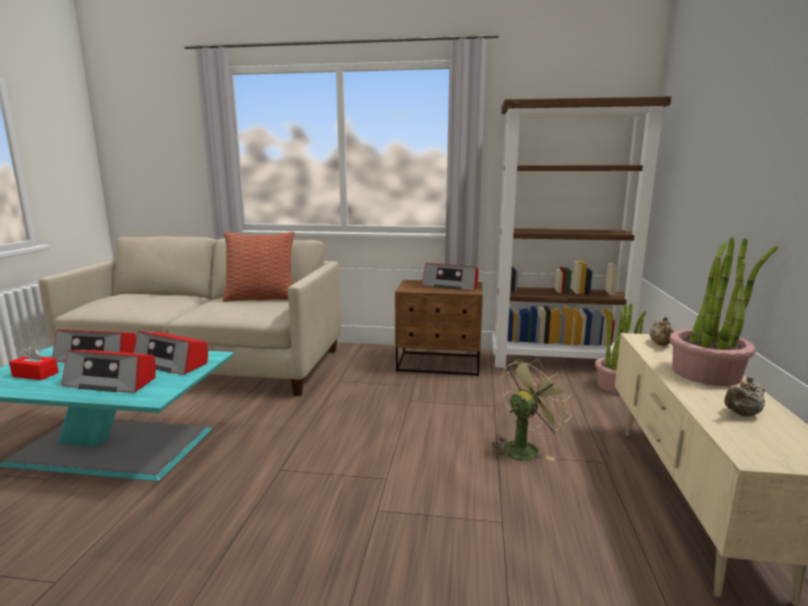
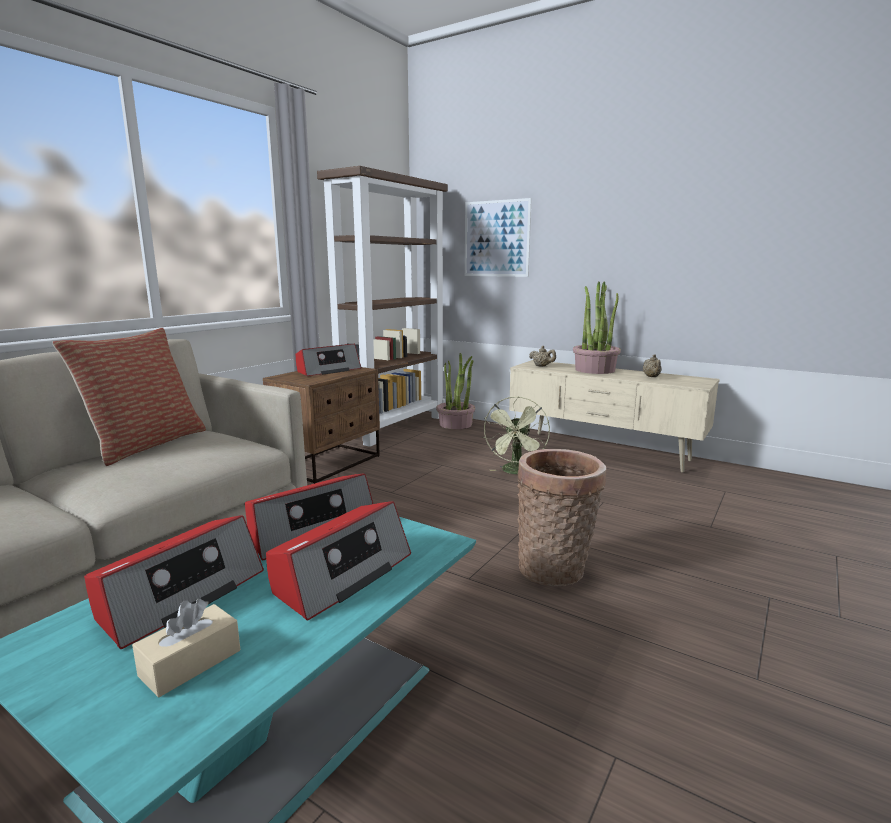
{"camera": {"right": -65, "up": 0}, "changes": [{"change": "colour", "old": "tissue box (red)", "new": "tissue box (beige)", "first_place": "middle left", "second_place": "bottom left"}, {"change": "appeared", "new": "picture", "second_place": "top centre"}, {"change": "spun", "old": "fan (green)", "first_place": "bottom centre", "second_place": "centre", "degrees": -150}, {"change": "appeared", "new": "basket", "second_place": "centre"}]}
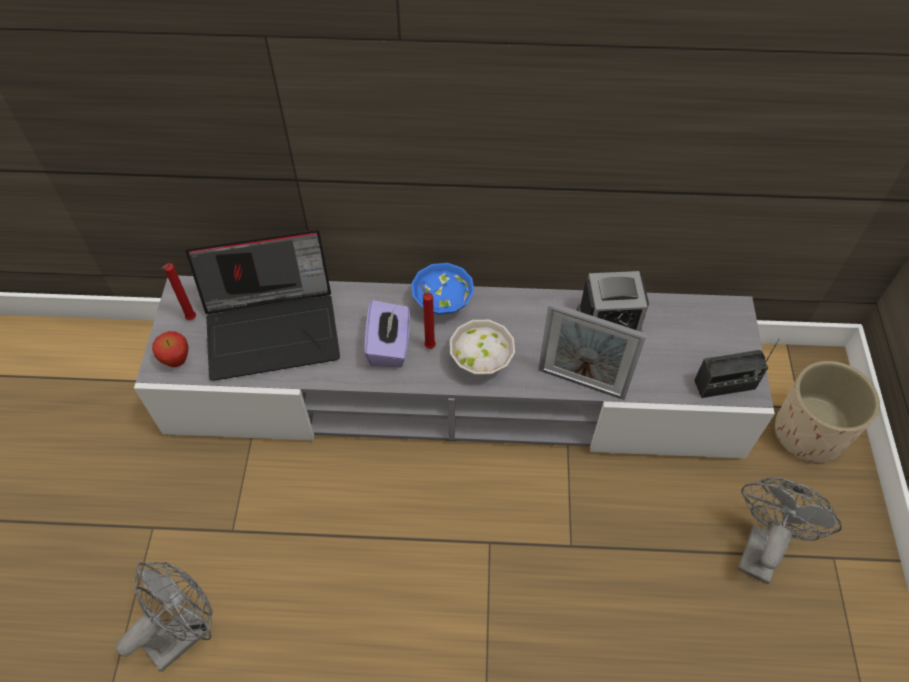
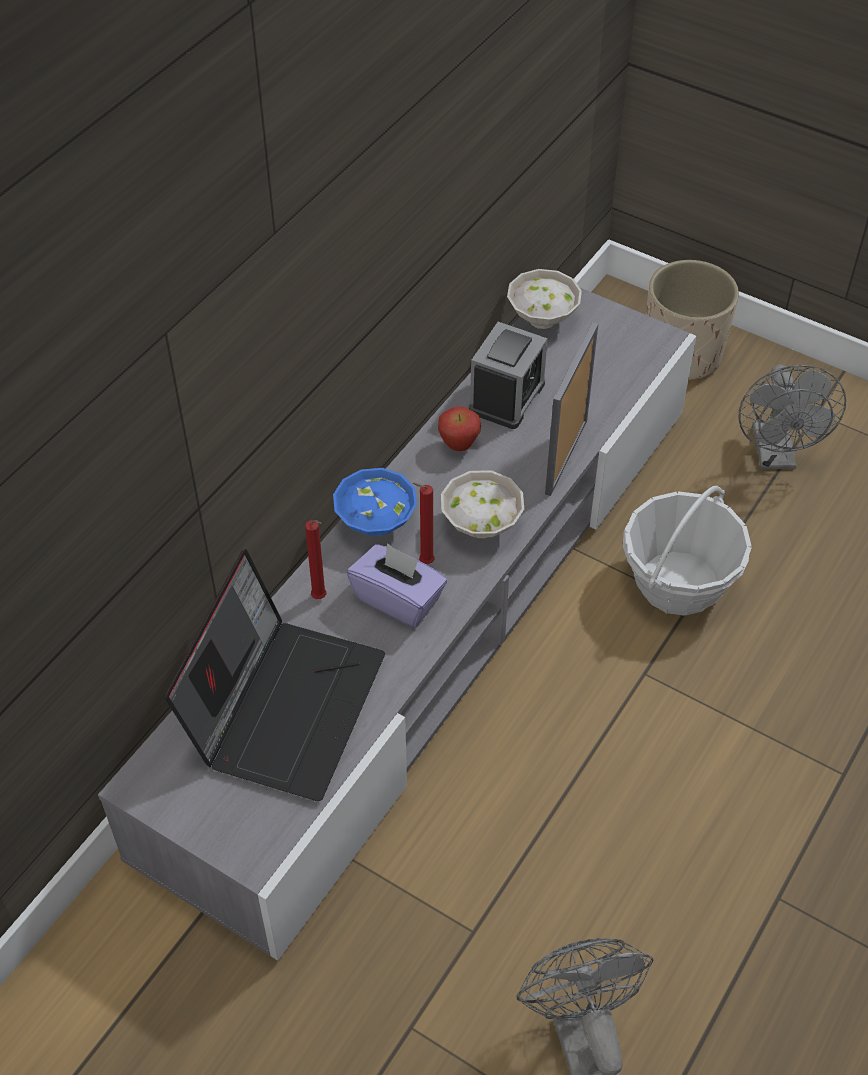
{"camera": {"right": -60, "up": -5}, "changes": [{"change": "relocated", "old": "candle (red) (no. 1 from left)", "first_place": "middle left", "second_place": "centre"}, {"change": "relocated", "old": "apple", "first_place": "middle left", "second_place": "centre"}, {"change": "appeared", "new": "bowl (white) (no. 2 from left)", "second_place": "top centre"}, {"change": "spun", "old": "picture frame", "first_place": "centre", "second_place": "centre", "degrees": 150}, {"change": "appeared", "new": "basket", "second_place": "middle right"}, {"change": "spun", "old": "fan (grey) (no. 2 from left)", "first_place": "bottom right", "second_place": "middle right", "degrees": -150}, {"change": "missing", "old": "radio", "first_place": "middle right"}]}
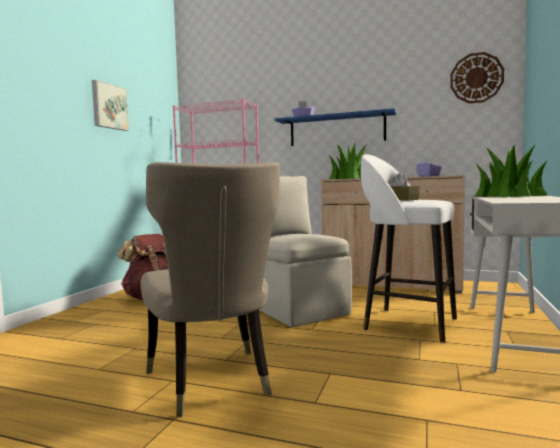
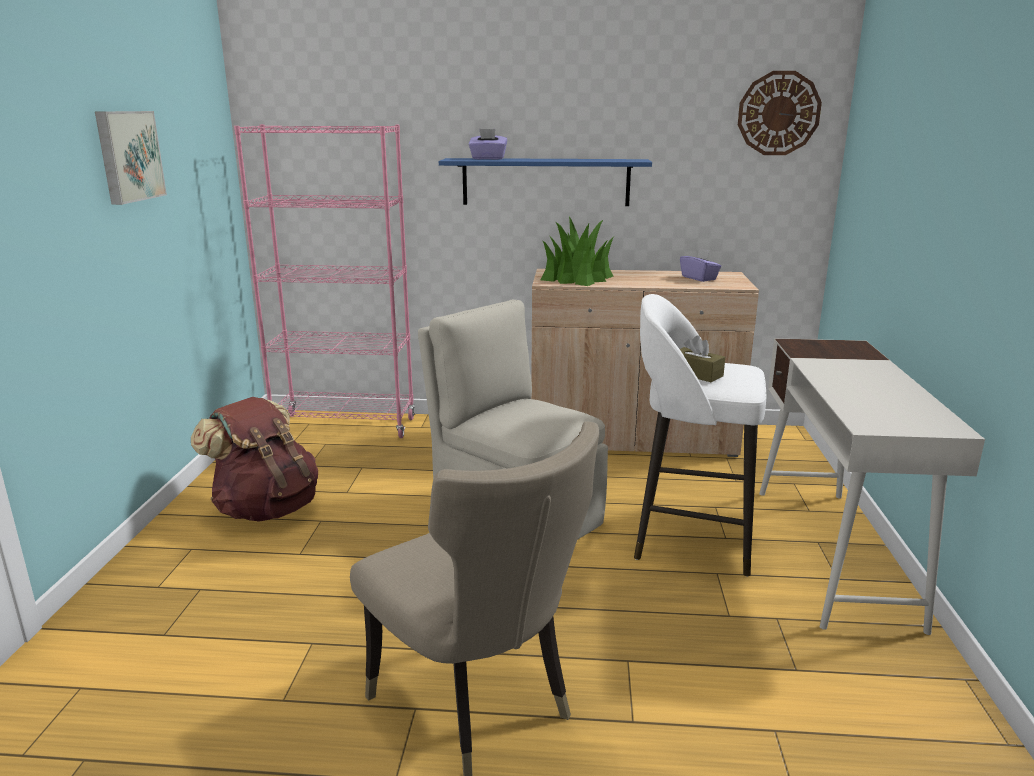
{"camera": {"right": -15, "up": 15}, "changes": [{"change": "missing", "old": "potted plant (no. 2 from left)", "first_place": "middle right"}]}
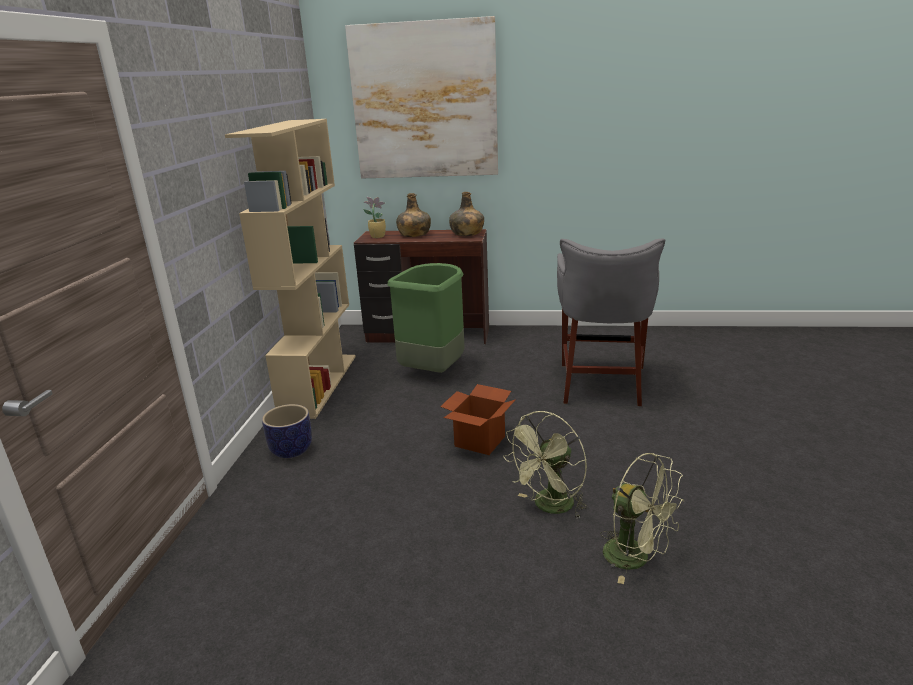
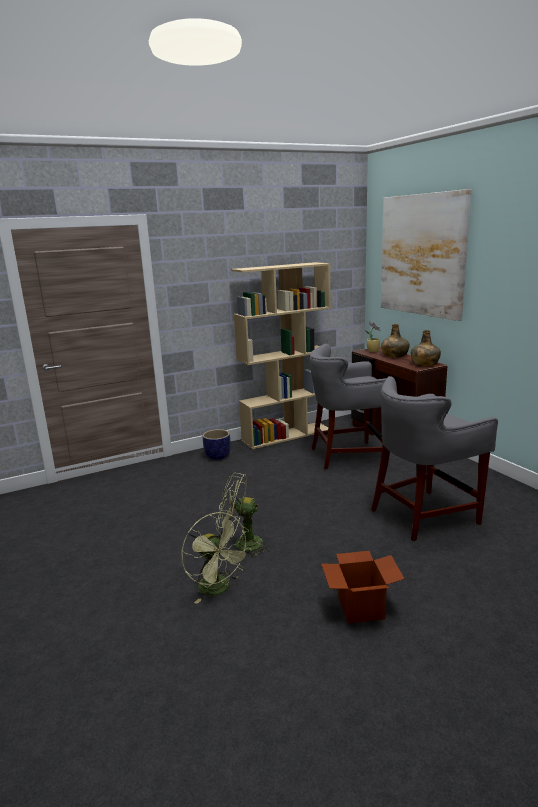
{"camera": {"right": 55, "up": -5}, "changes": [{"change": "spun", "old": "fan (green) (no. 2 from left in the first image)", "first_place": "bottom right", "second_place": "bottom centre", "degrees": -45}, {"change": "exchanged", "old": "trash can (green)", "new": "stool (grey) (no. 1 from left)", "first_place": "centre", "second_place": "centre"}, {"change": "relocated", "old": "cardboard box", "first_place": "centre", "second_place": "bottom right"}]}
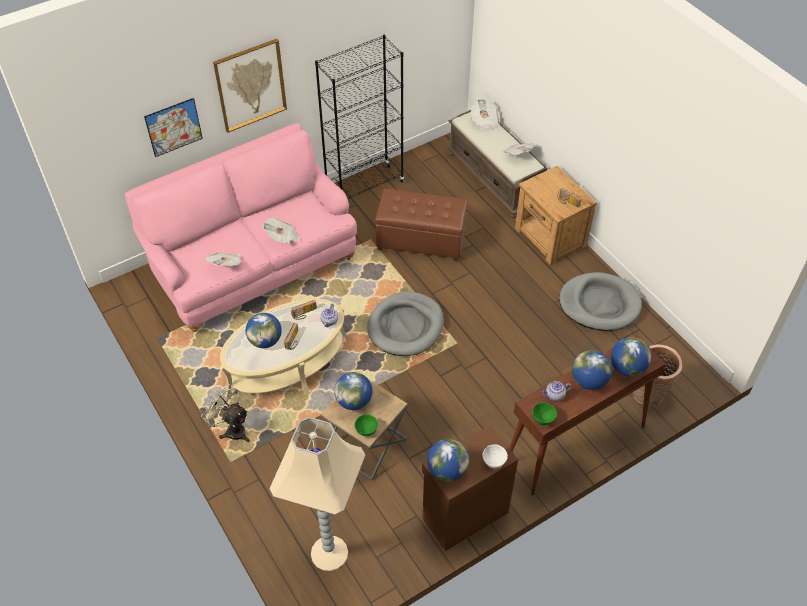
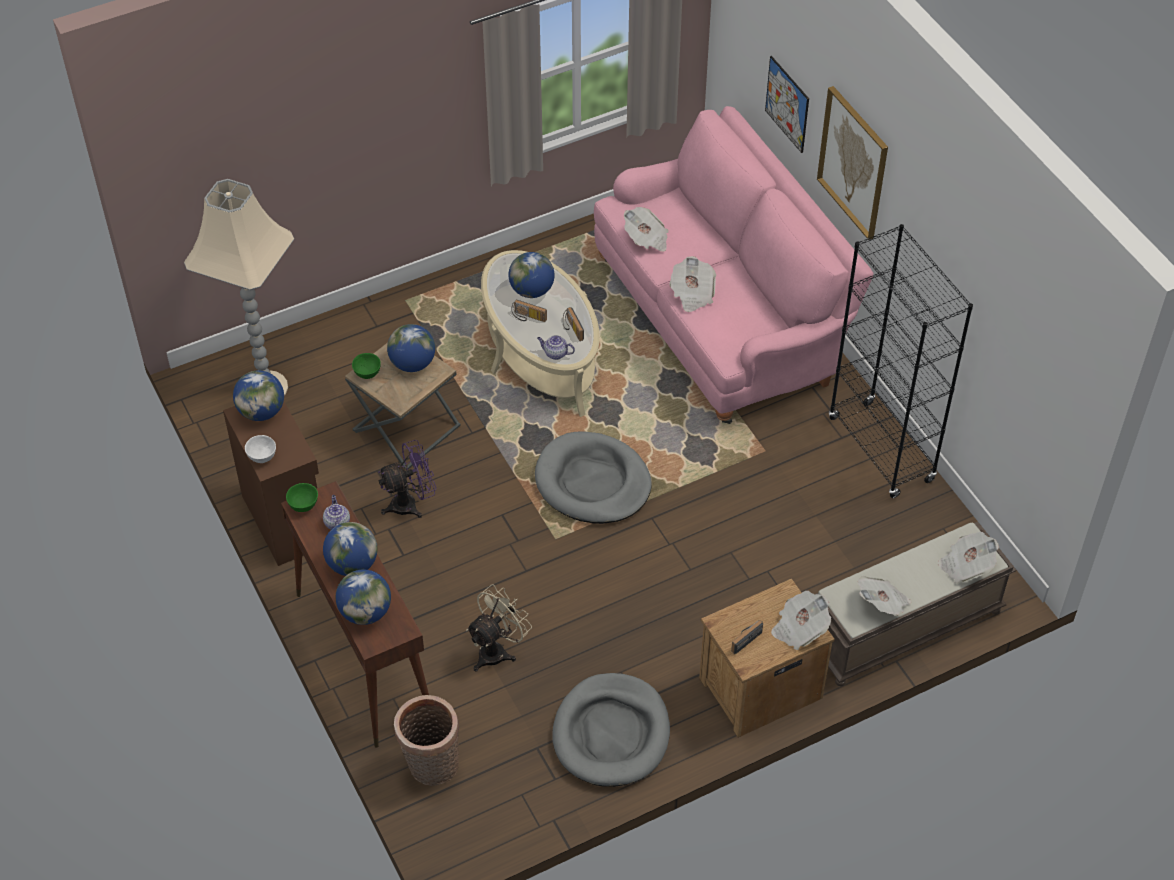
{"camera": {"right": 95, "up": 0}, "changes": [{"change": "appeared", "new": "fan (purple)", "second_place": "centre"}, {"change": "relocated", "old": "fan (beige)", "first_place": "bottom left", "second_place": "bottom centre"}, {"change": "appeared", "new": "newspaper (no. 3 from left)", "second_place": "bottom right"}, {"change": "missing", "old": "ottoman (brown)", "first_place": "centre"}]}
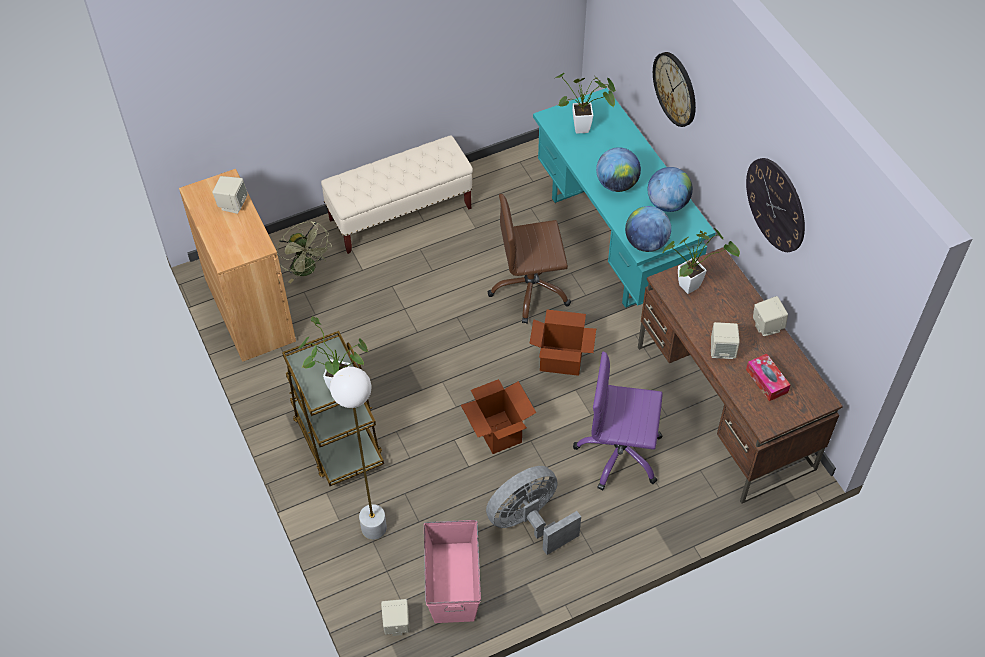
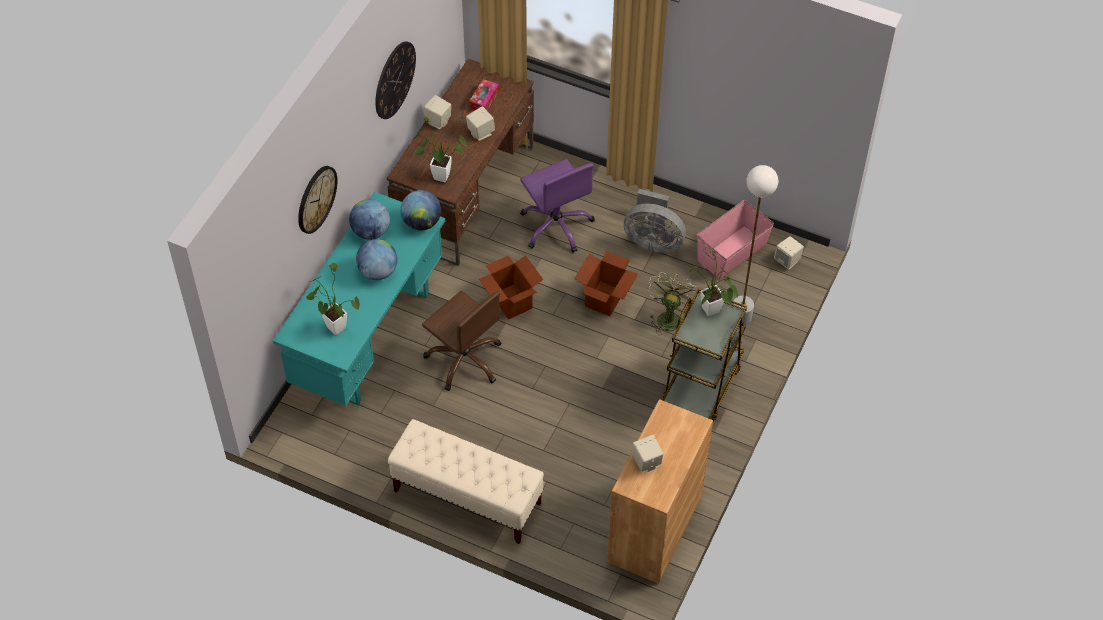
{"camera": {"right": -130, "up": 0}, "changes": [{"change": "relocated", "old": "fan (green)", "first_place": "middle left", "second_place": "centre"}]}
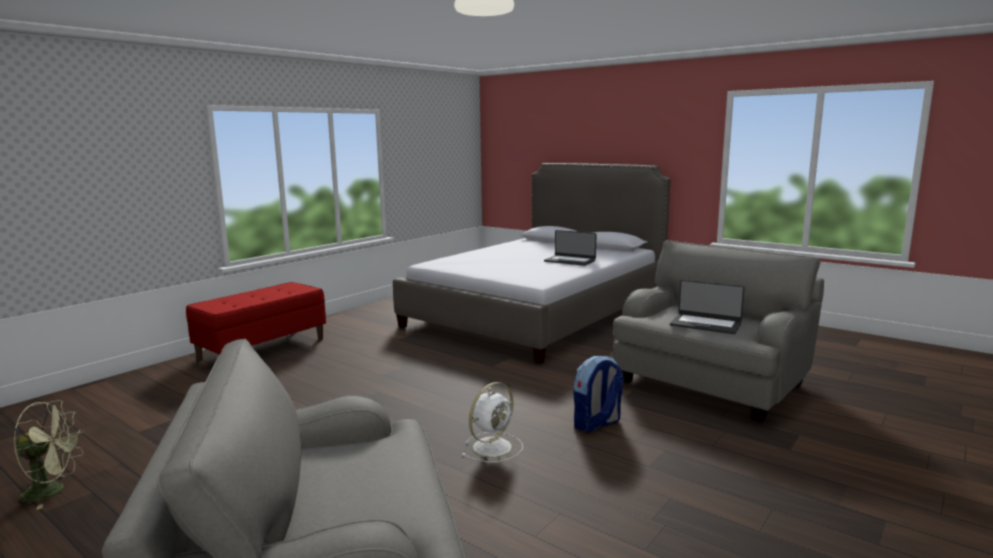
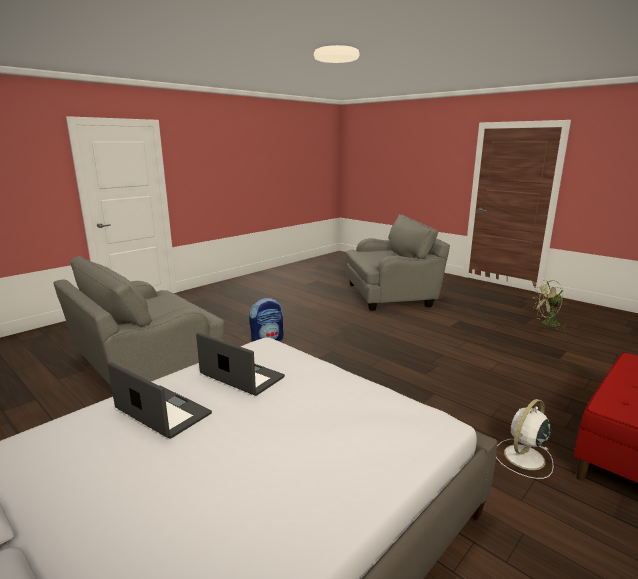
{"camera": {"right": -175, "up": 5}, "changes": [{"change": "relocated", "old": "laptop (no. 2 from left)", "first_place": "middle right", "second_place": "centre"}, {"change": "relocated", "old": "fan (white)", "first_place": "bottom centre", "second_place": "bottom right"}]}
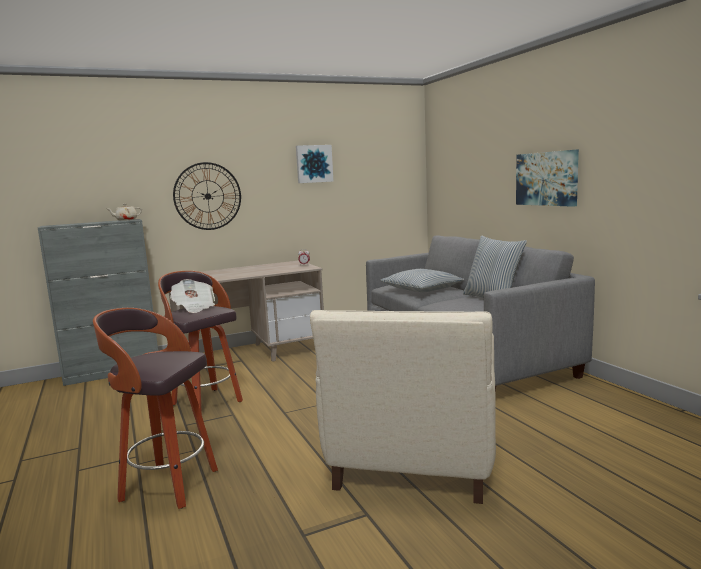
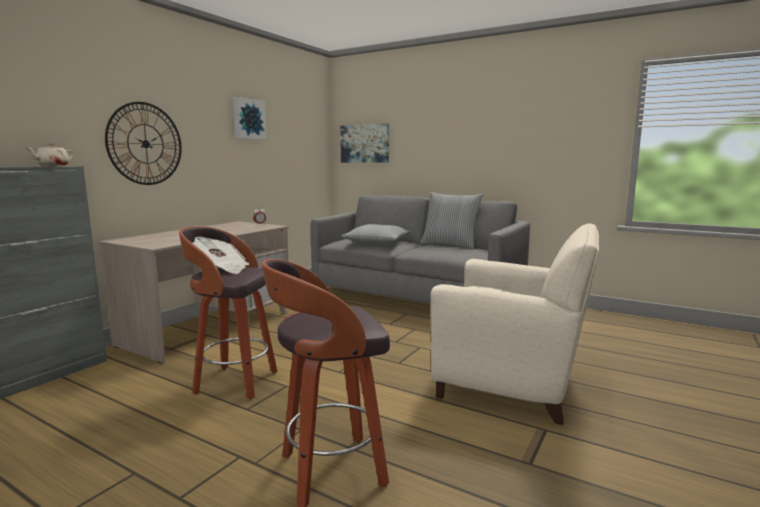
{"camera": {"right": -35, "up": 0}, "changes": [{"change": "relocated", "old": "picture (no. 2 from left)", "first_place": "top right", "second_place": "top centre"}, {"change": "spun", "old": "armchair (beige)", "first_place": "bottom centre", "second_place": "middle right", "degrees": -45}]}
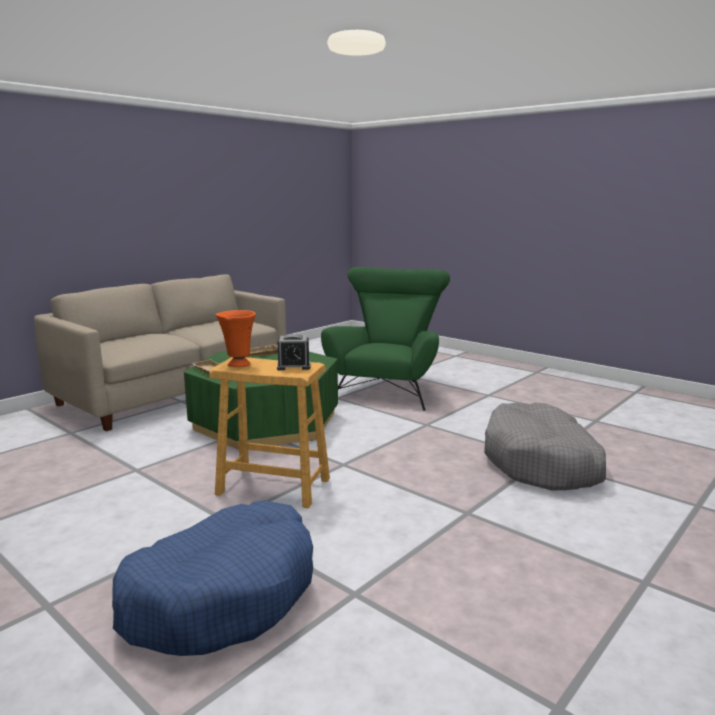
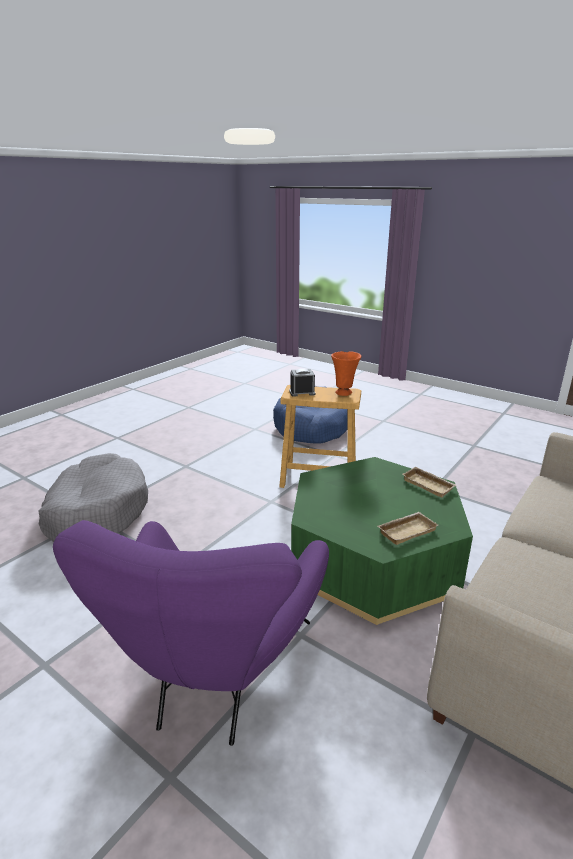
{"camera": {"right": 175, "up": 10}, "changes": [{"change": "colour", "old": "armchair (green)", "new": "armchair (purple)", "first_place": "centre", "second_place": "bottom centre"}]}
